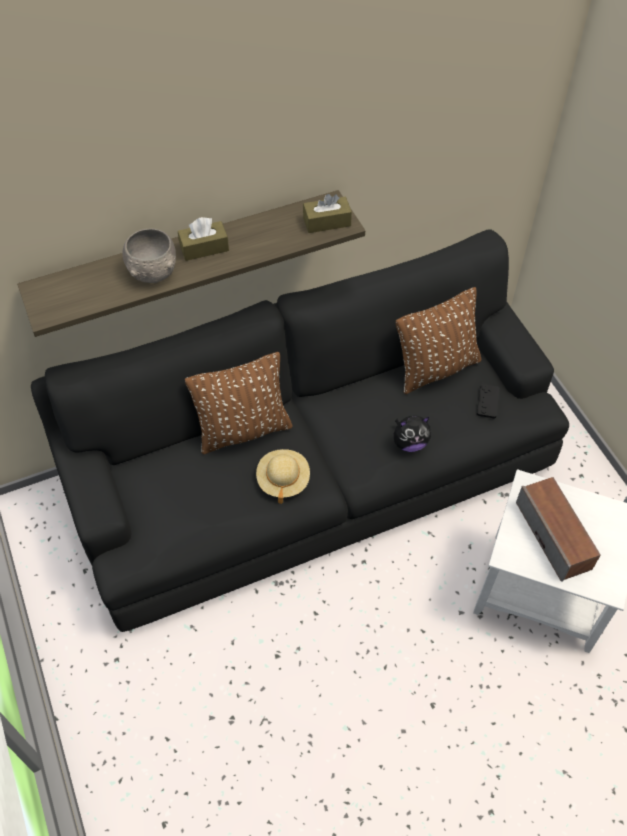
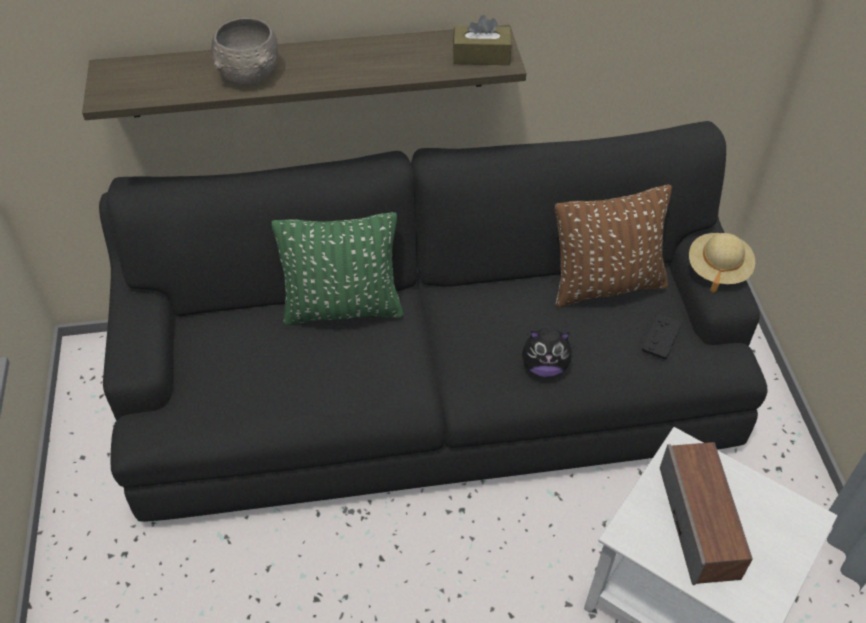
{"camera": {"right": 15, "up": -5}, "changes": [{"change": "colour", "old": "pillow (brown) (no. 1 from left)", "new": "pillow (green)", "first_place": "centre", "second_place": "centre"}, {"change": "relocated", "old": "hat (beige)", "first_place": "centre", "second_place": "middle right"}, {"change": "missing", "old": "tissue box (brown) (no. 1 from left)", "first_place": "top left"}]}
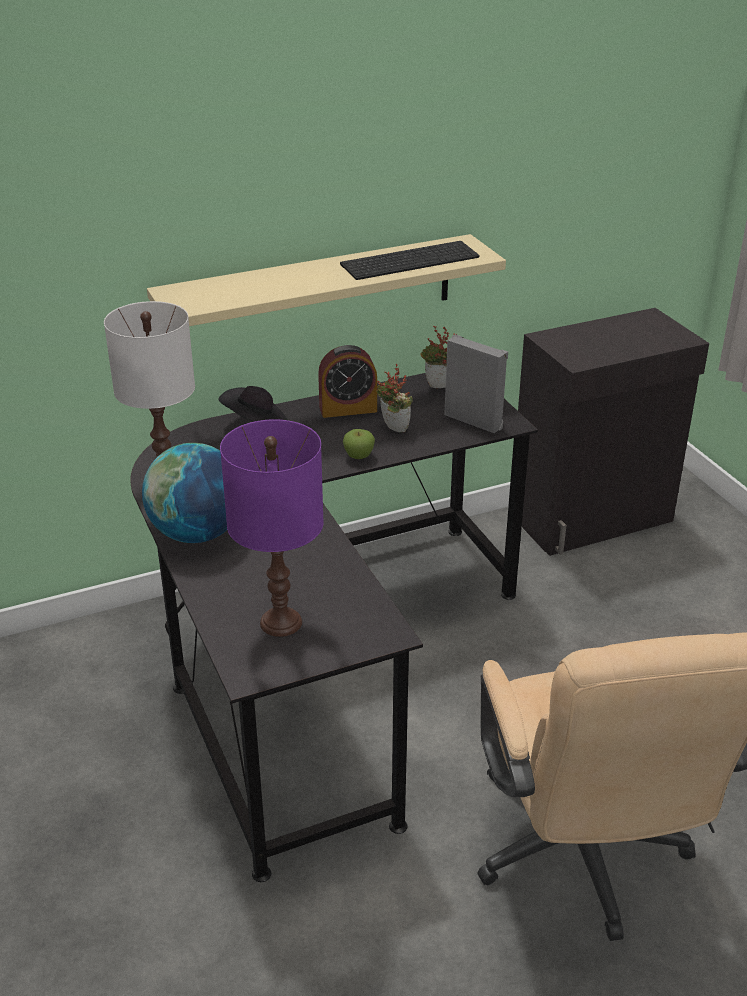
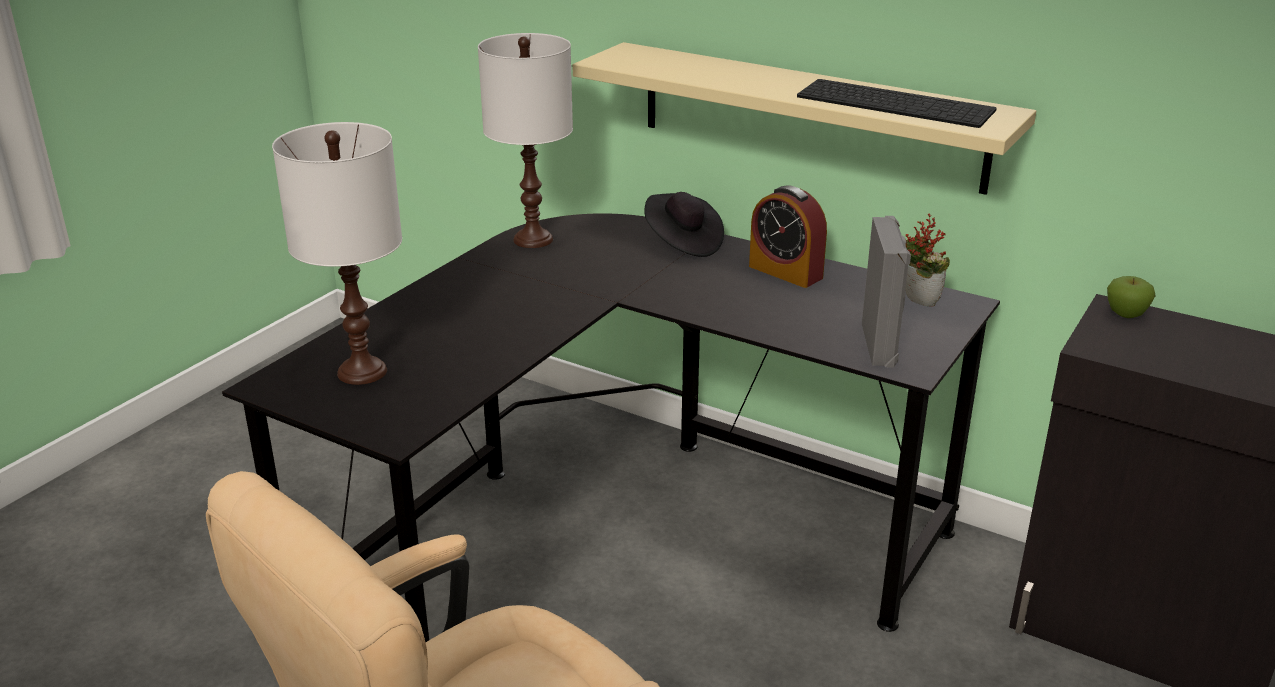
{"camera": {"right": 55, "up": -5}, "changes": [{"change": "colour", "old": "table lamp (purple)", "new": "table lamp (white) (no. 1 from left)", "first_place": "centre", "second_place": "middle left"}, {"change": "relocated", "old": "apple", "first_place": "centre", "second_place": "middle right"}, {"change": "missing", "old": "globe", "first_place": "middle left"}, {"change": "missing", "old": "potted plant (no. 1 from left)", "first_place": "centre"}]}
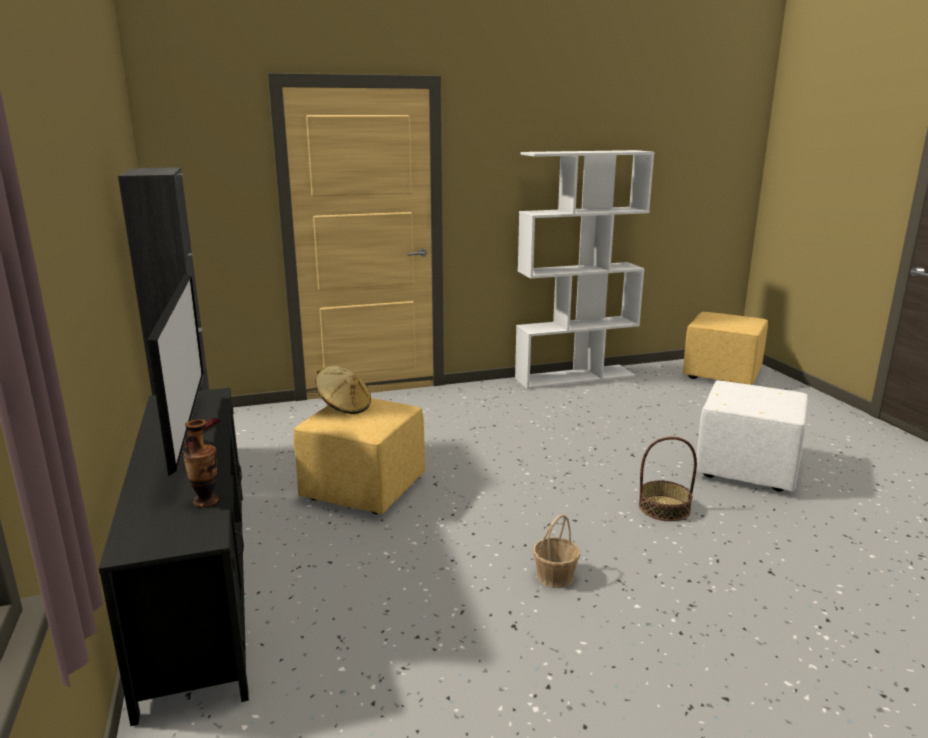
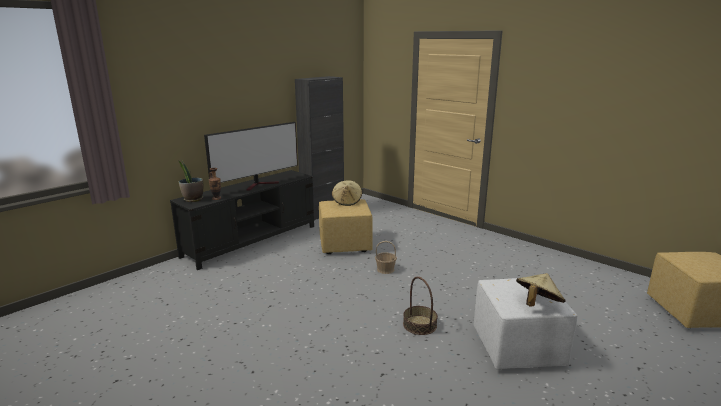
{"camera": {"right": 60, "up": 0}, "changes": [{"change": "appeared", "new": "potted plant", "second_place": "middle left"}, {"change": "relocated", "old": "basket (no. 1 from left)", "first_place": "bottom centre", "second_place": "centre"}, {"change": "appeared", "new": "hat (beige) (no. 2 from left)", "second_place": "bottom right"}, {"change": "missing", "old": "bookcase (white)", "first_place": "centre"}]}
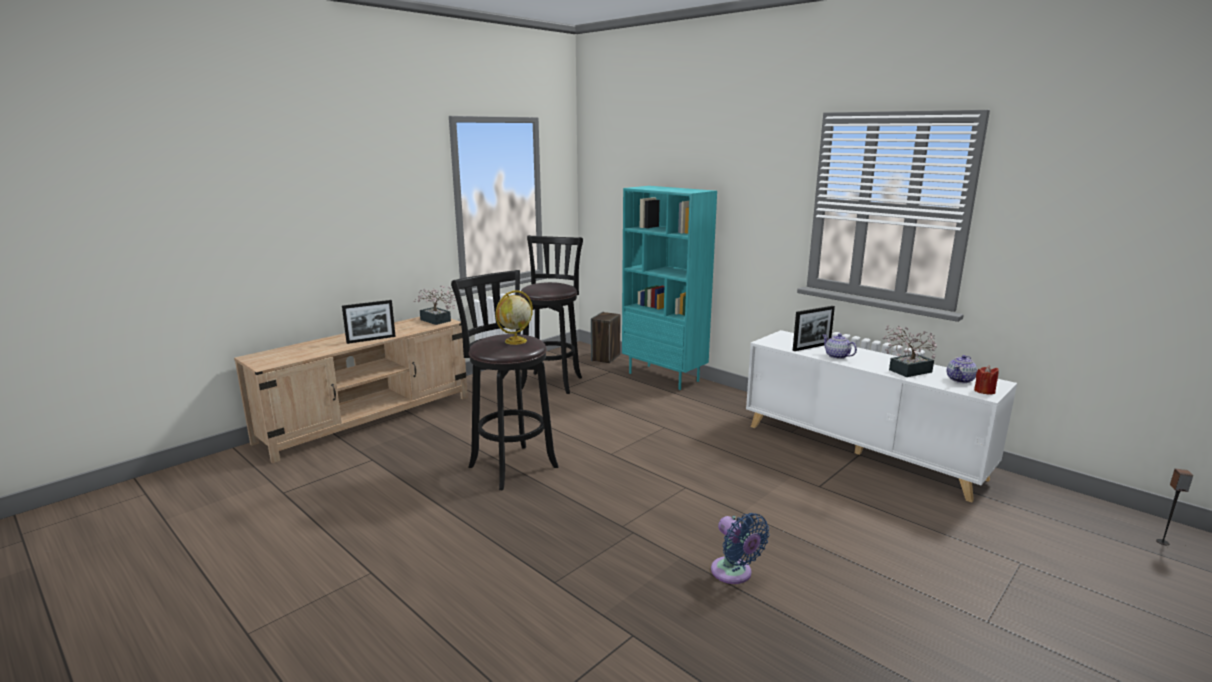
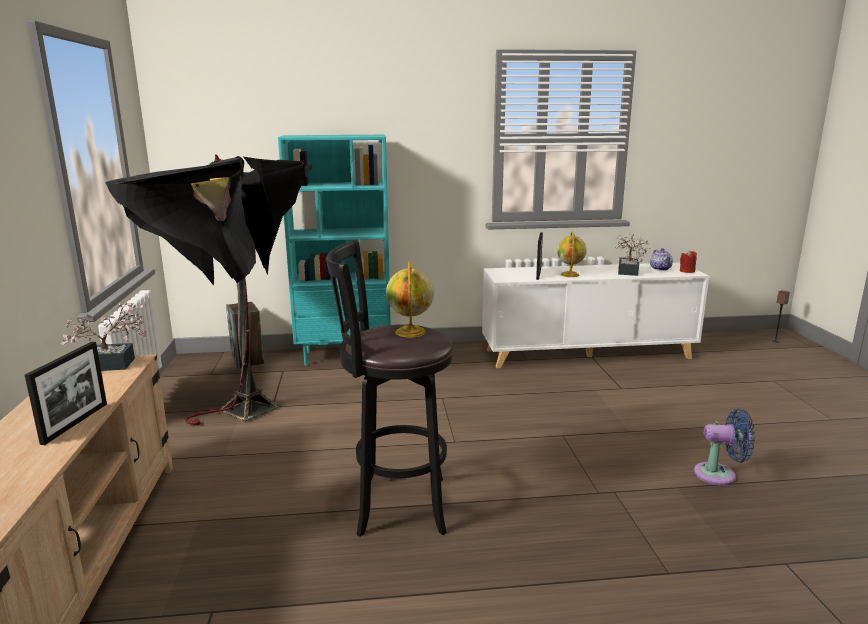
{"camera": {"right": -50, "up": 0}, "changes": [{"change": "exchanged", "old": "stool (black) (no. 2 from left)", "new": "floor lamp (black)", "first_place": "centre", "second_place": "middle left"}, {"change": "exchanged", "old": "teapot (no. 1 from left)", "new": "globe (no. 2 from left)", "first_place": "middle right", "second_place": "centre"}]}
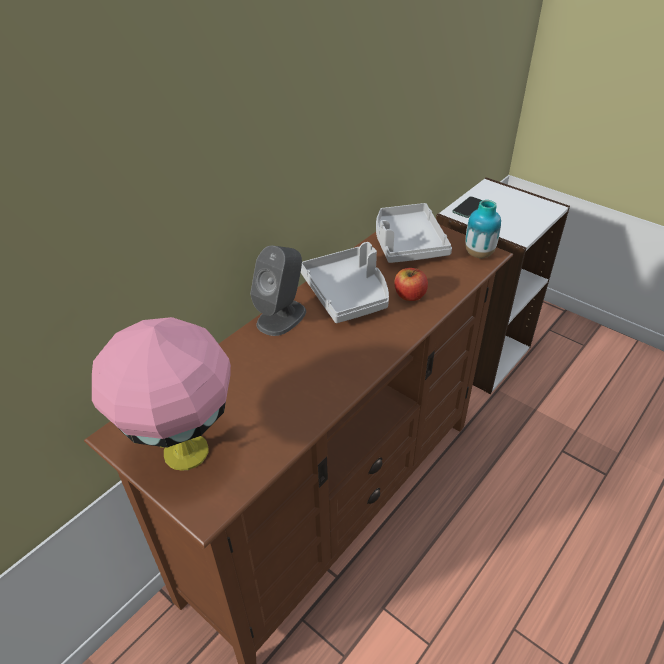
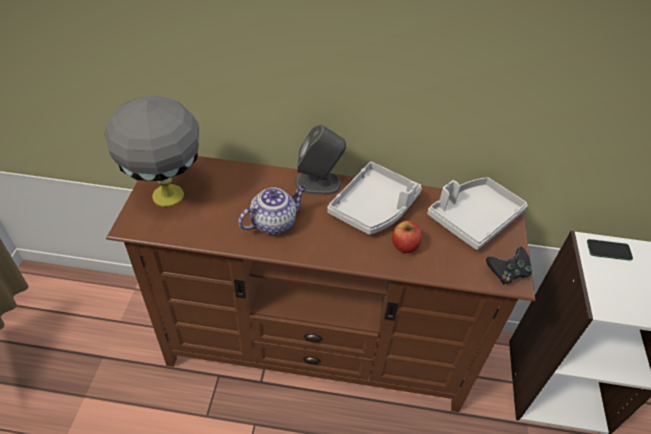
{"camera": {"right": 55, "up": 5}, "changes": [{"change": "colour", "old": "table lamp (pink)", "new": "table lamp (grey)", "first_place": "middle left", "second_place": "middle left"}, {"change": "appeared", "new": "teapot", "second_place": "centre"}, {"change": "exchanged", "old": "vase", "new": "game controller (black)", "first_place": "middle right", "second_place": "middle right"}]}
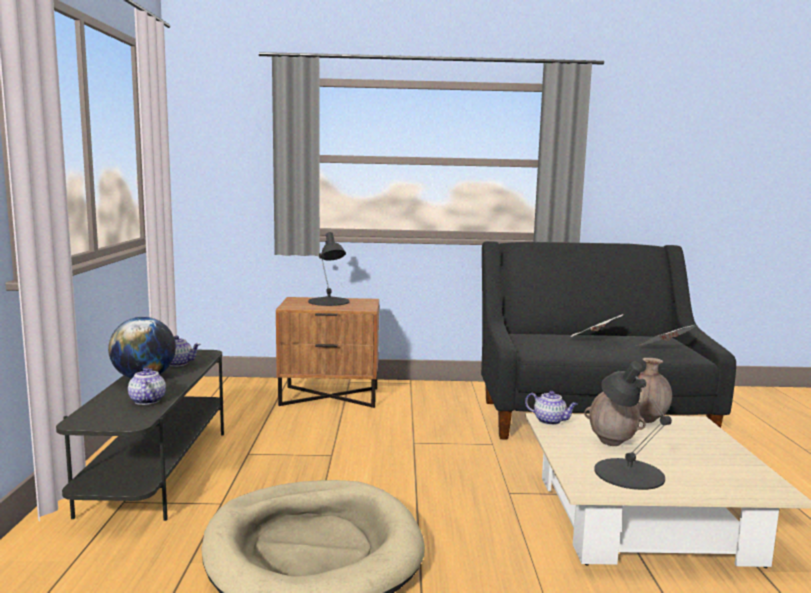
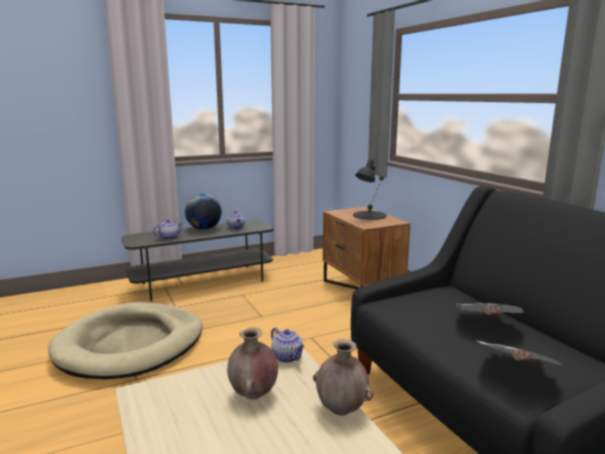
{"camera": {"right": 65, "up": 5}, "changes": [{"change": "spun", "old": "teapot (no. 3 from left)", "first_place": "bottom right", "second_place": "bottom centre", "degrees": -45}, {"change": "missing", "old": "table lamp (black) (no. 2 from left)", "first_place": "bottom right"}]}
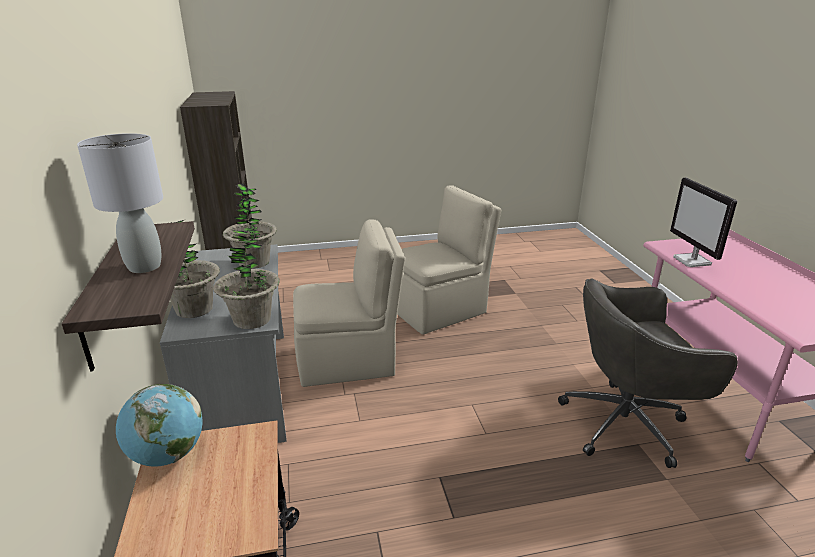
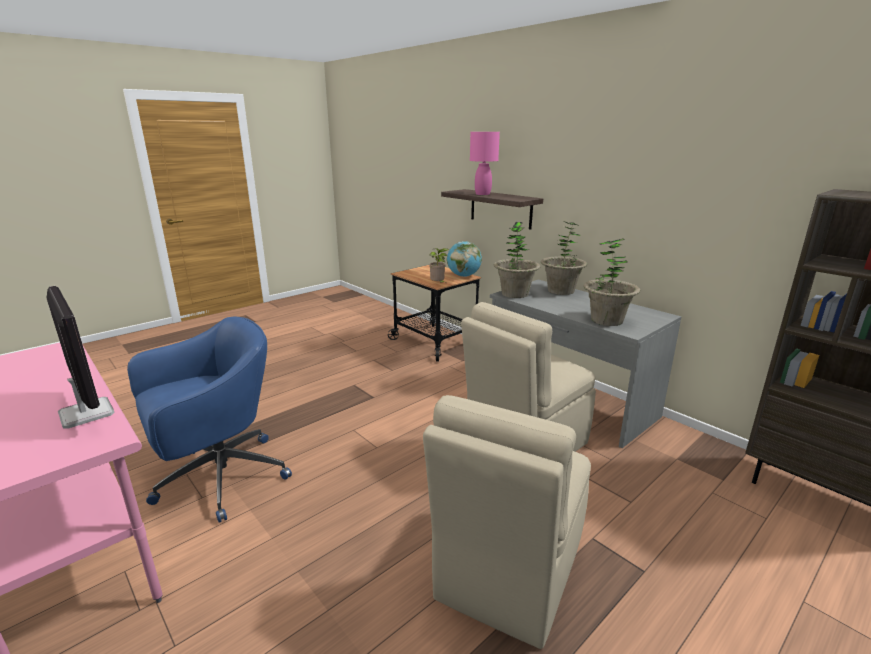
{"camera": {"right": 150, "up": -5}, "changes": [{"change": "colour", "old": "office chair (grey)", "new": "office chair (blue)", "first_place": "bottom right", "second_place": "middle left"}, {"change": "appeared", "new": "potted plant (no. 1 from left)", "second_place": "centre"}, {"change": "colour", "old": "table lamp (grey)", "new": "table lamp (pink)", "first_place": "middle left", "second_place": "top centre"}]}
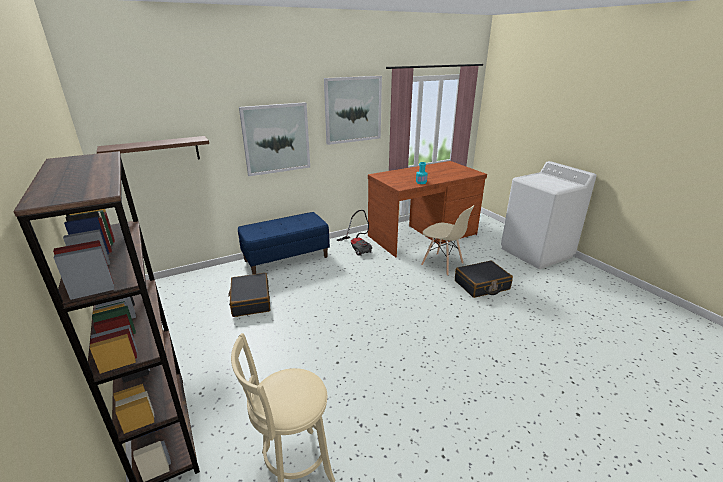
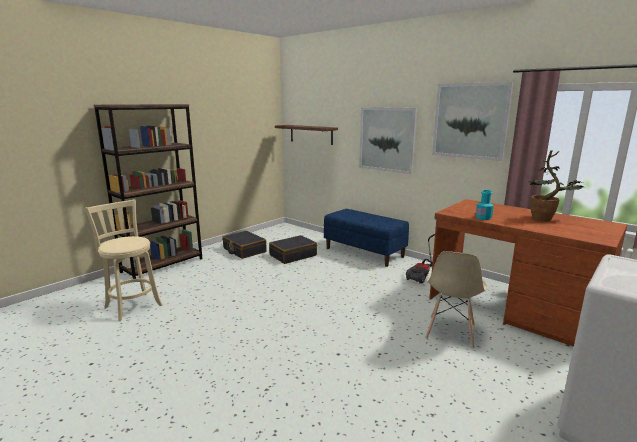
{"camera": {"right": 70, "up": -10}, "changes": [{"change": "relocated", "old": "suitcase (black) (no. 2 from left in the first image)", "new": "suitcase (black) (no. 1 from left)", "first_place": "middle right", "second_place": "centre"}, {"change": "appeared", "new": "potted plant", "second_place": "middle right"}]}
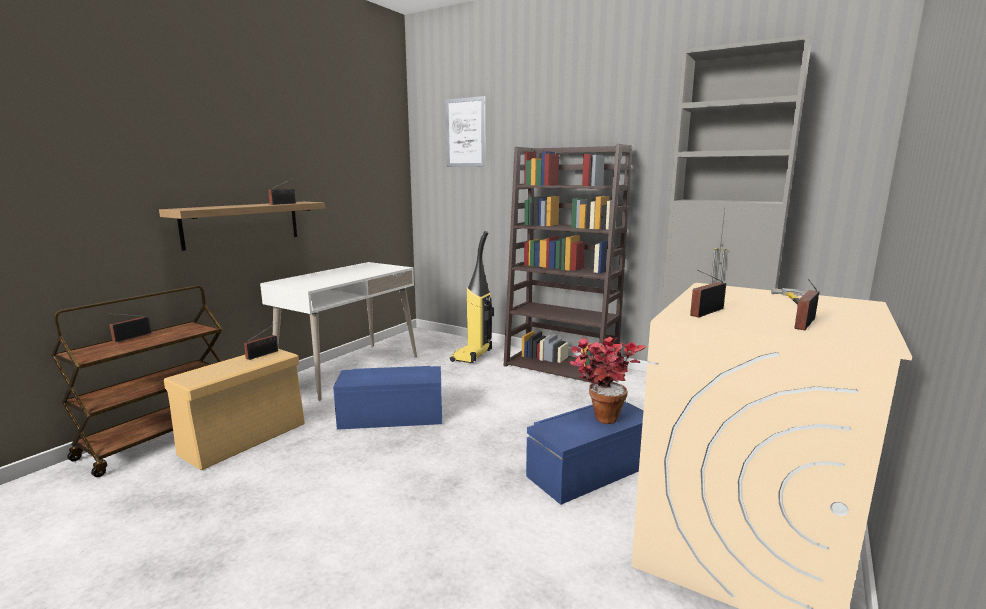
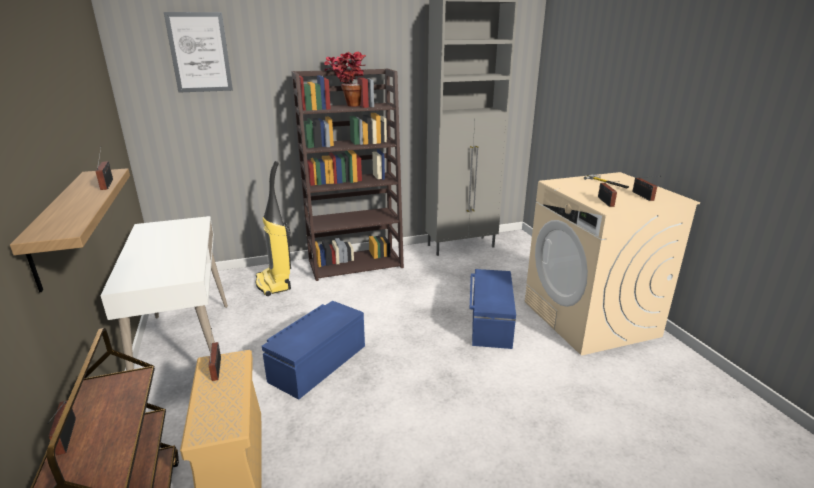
{"camera": {"right": -50, "up": 10}, "changes": [{"change": "relocated", "old": "potted plant", "first_place": "centre", "second_place": "top centre"}]}
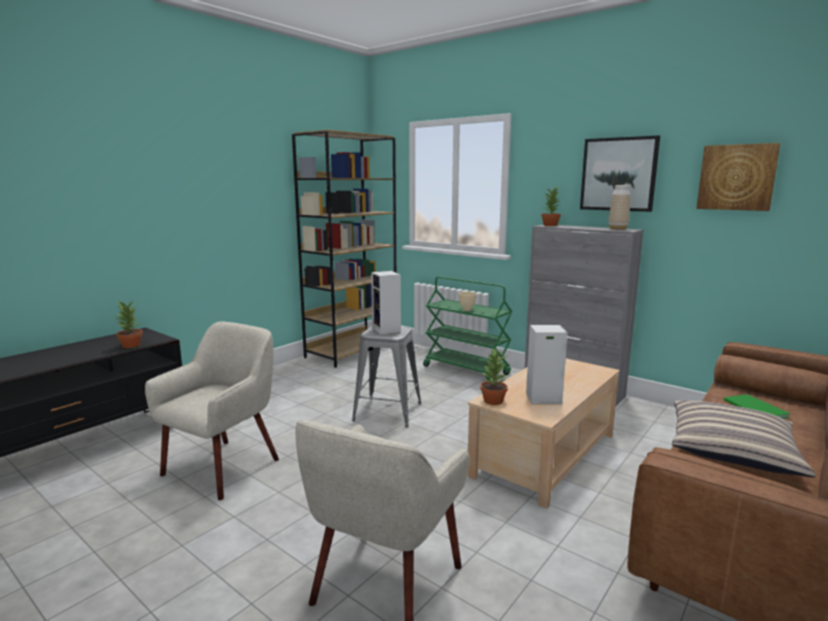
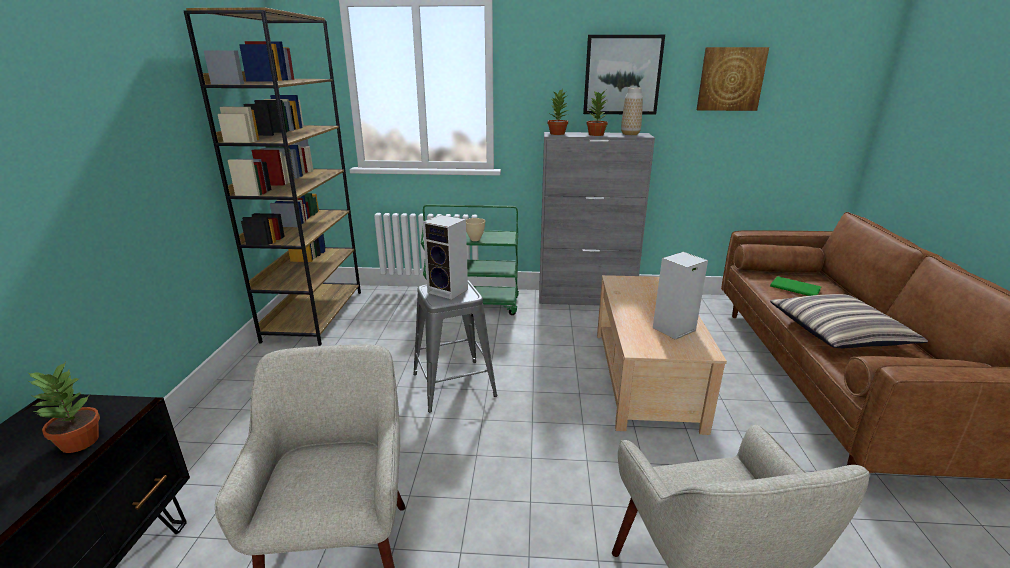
{"camera": {"right": -35, "up": 10}, "changes": [{"change": "relocated", "old": "potted plant (no. 2 from left in the first image)", "new": "potted plant (no. 3 from left)", "first_place": "centre", "second_place": "top centre"}]}
